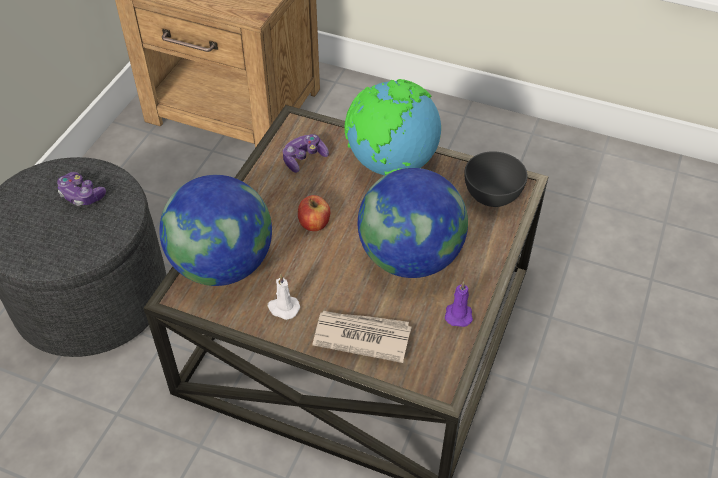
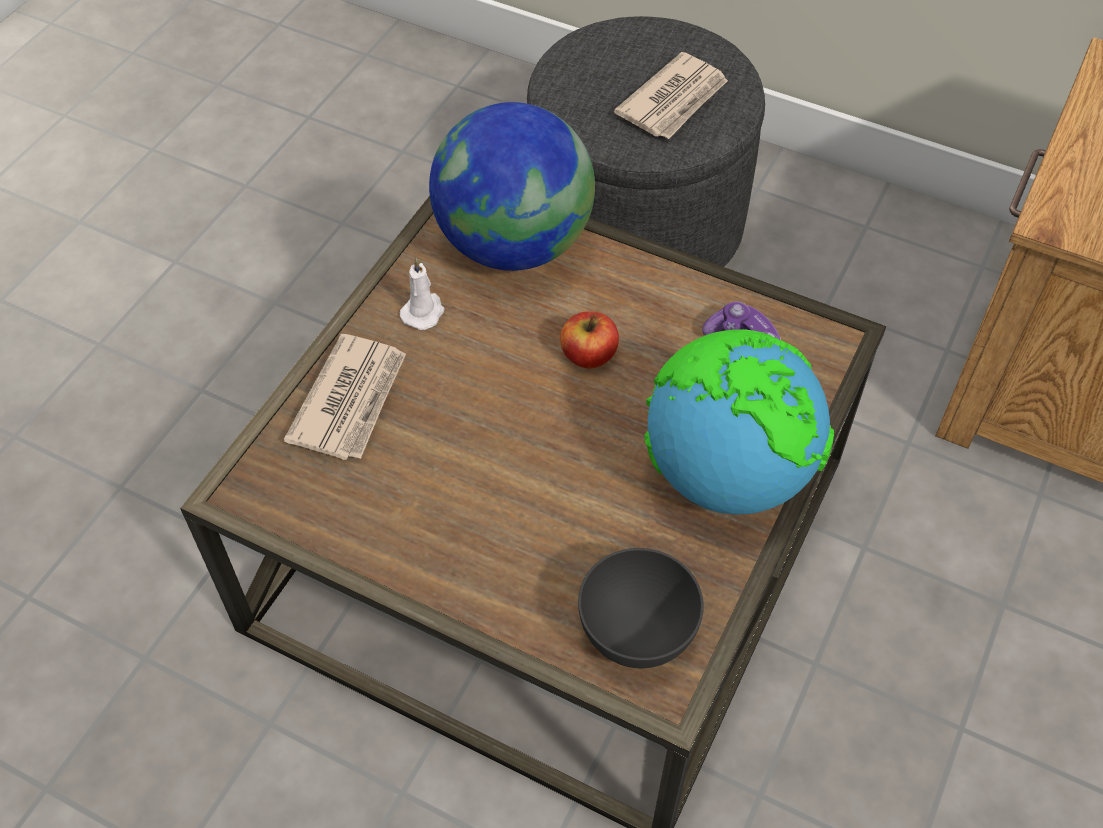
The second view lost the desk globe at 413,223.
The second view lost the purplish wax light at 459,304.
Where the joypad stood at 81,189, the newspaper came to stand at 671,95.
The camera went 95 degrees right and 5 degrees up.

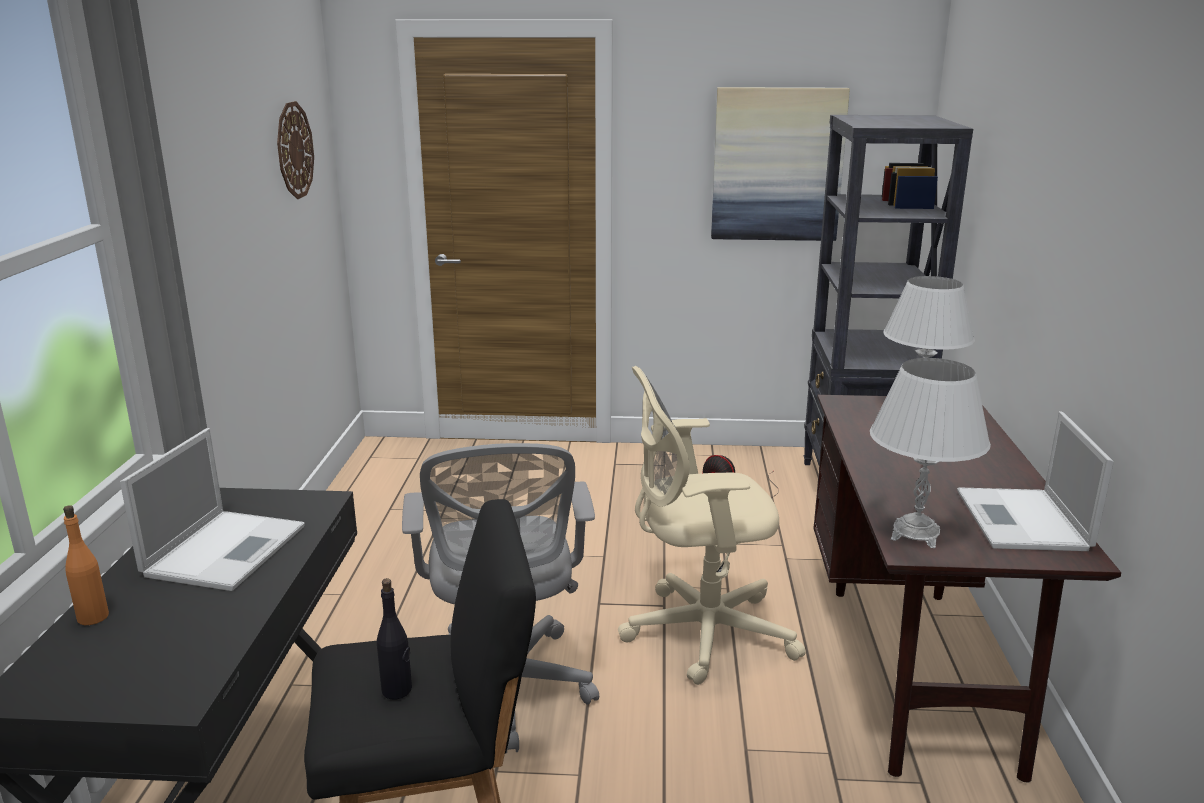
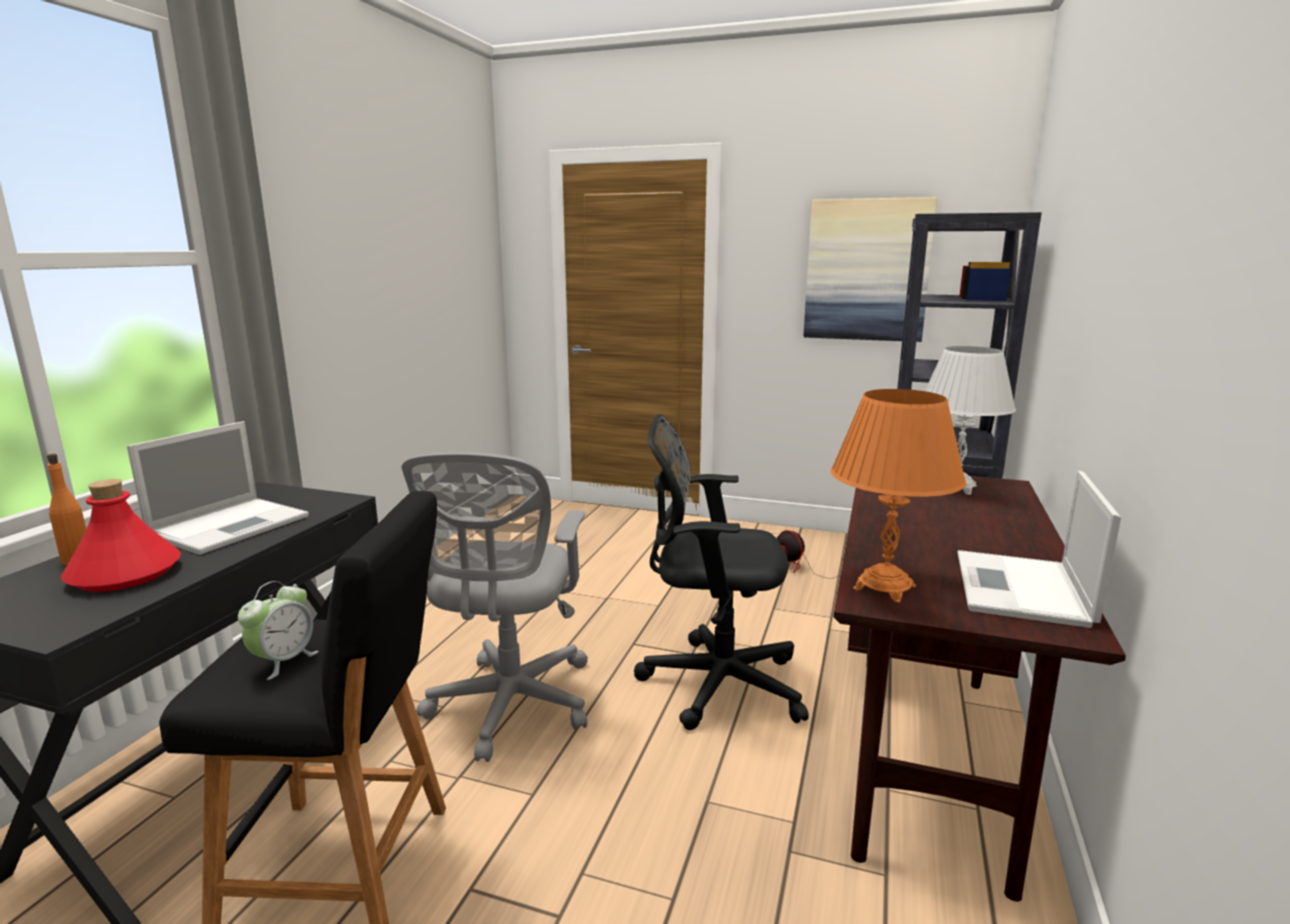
The second view lost the clock on the wall at 295,150.
The second view gained the reddish bottle at 121,535.
Where the black-coloured bottle stood at 394,638, the bedside clock came to stand at 278,630.
What was the beige-coloured office chair at 712,525 turned into the black-coloured office chair at 721,572.
What was the white table lamp at 930,453 turned into the orange table lamp at 898,496.
The camera went 15 degrees right and 5 degrees down.

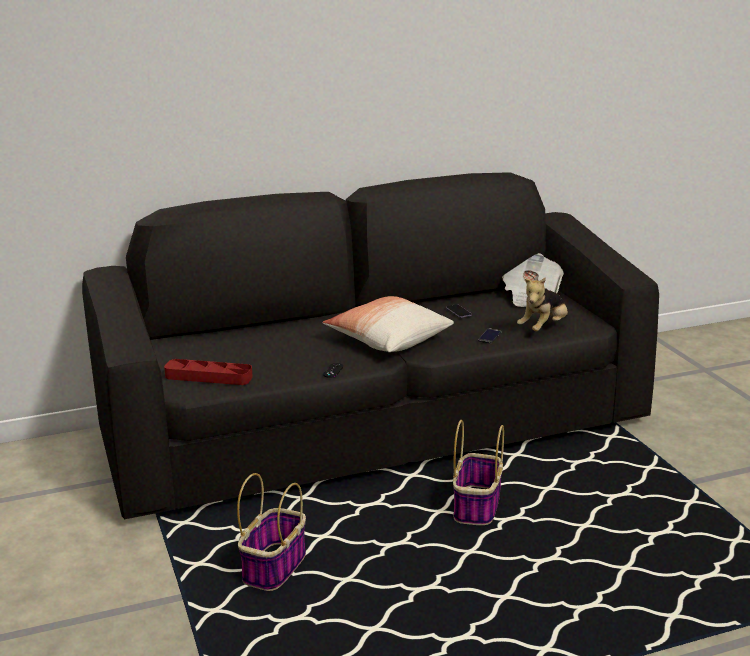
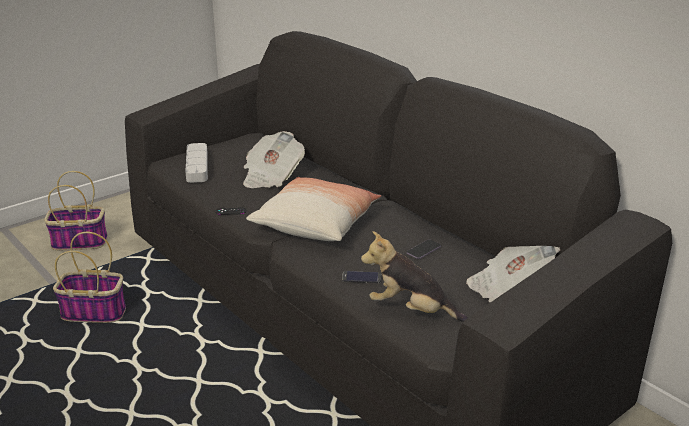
The second view gained the newspaper at 274,159.
The household basket ended up elsewhere, having gone from 478,472 to 76,210.
What was the reddish carrying tray at 208,372 turned into the grey carrying tray at 196,163.
The camera went 70 degrees right and 5 degrees up.

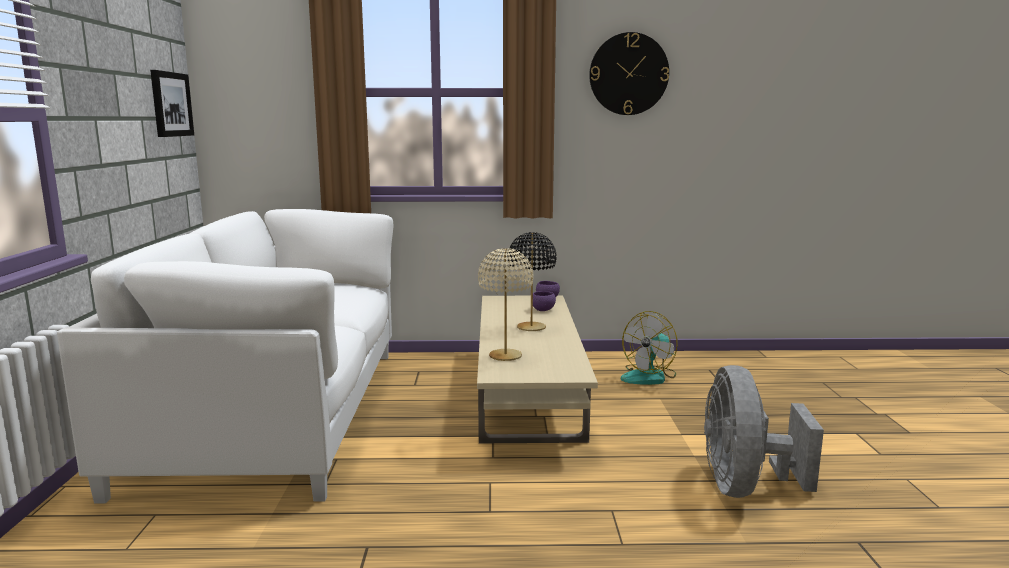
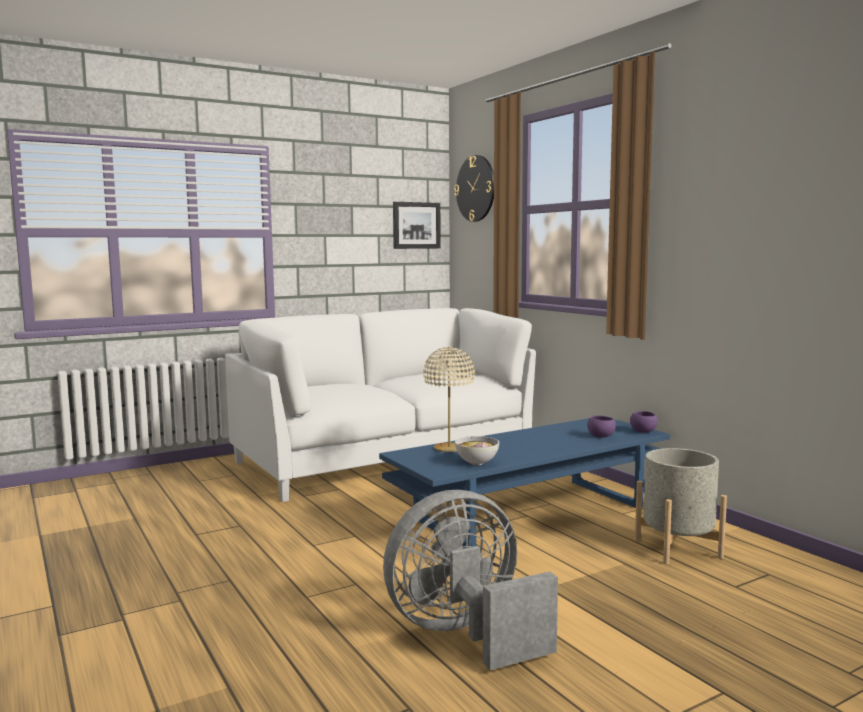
The second view lost the black-coloured table lamp at 532,281.
The second view gained the bowl at 477,450.
The clock on the wall ended up elsewhere, having gone from 629,73 to 474,188.
Where the electric fan stood at 649,348, the grey plant pot came to stand at 681,506.
What was the beige-coloured coffee table at 537,369 turned into the blue coffee table at 524,483.
The camera went 60 degrees right and 5 degrees down.

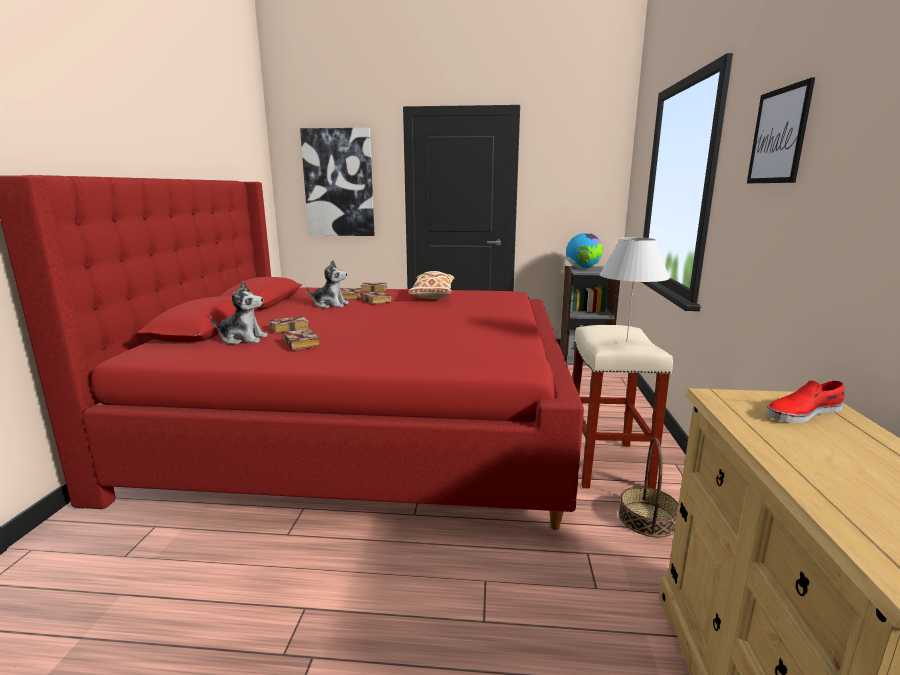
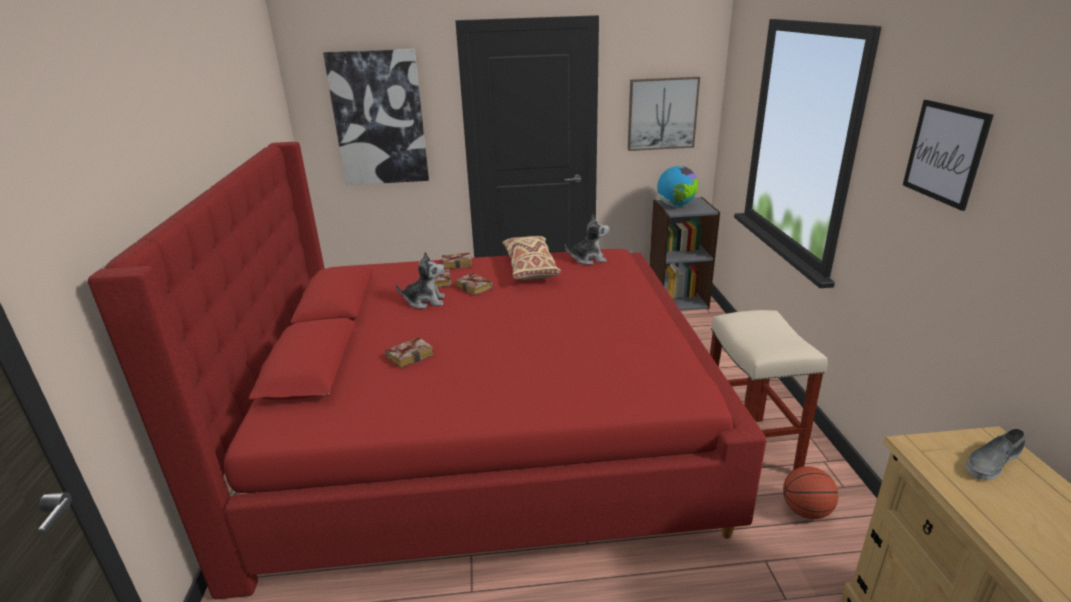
The second view lost the bound book at 301,339.
The second view lost the white table lamp at 634,289.
The second view gained the wall picture at 664,114.
The soft toy ended up elsewhere, having gone from 239,313 to 587,240.
Where the household basket stood at 648,487, the basketball ball came to stand at 810,492.
What was the reddish item of footwear at 805,401 turned into the grey item of footwear at 995,454.
The camera went 10 degrees left and 10 degrees up.

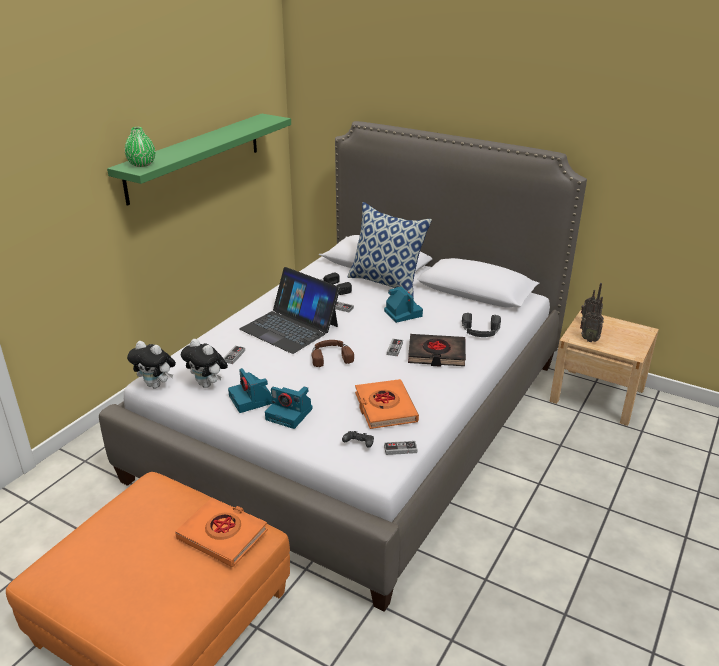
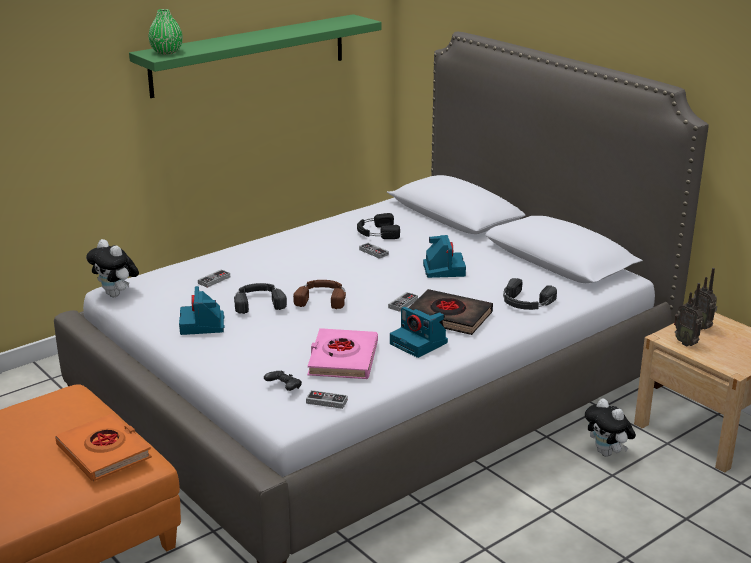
The second view lost the notebook computer at 289,310.
The second view lost the pillow at 390,249.
The second view gained the black-coloured headphones at 260,298.
The soft toy ended up elsewhere, having gone from 204,363 to 610,427.
The photo camera ended up elsewhere, having gone from 289,407 to 419,332.
What was the orange bound book at 387,404 turned into the pink-coloured bound book at 342,353.
The camera went 20 degrees right and 5 degrees down.

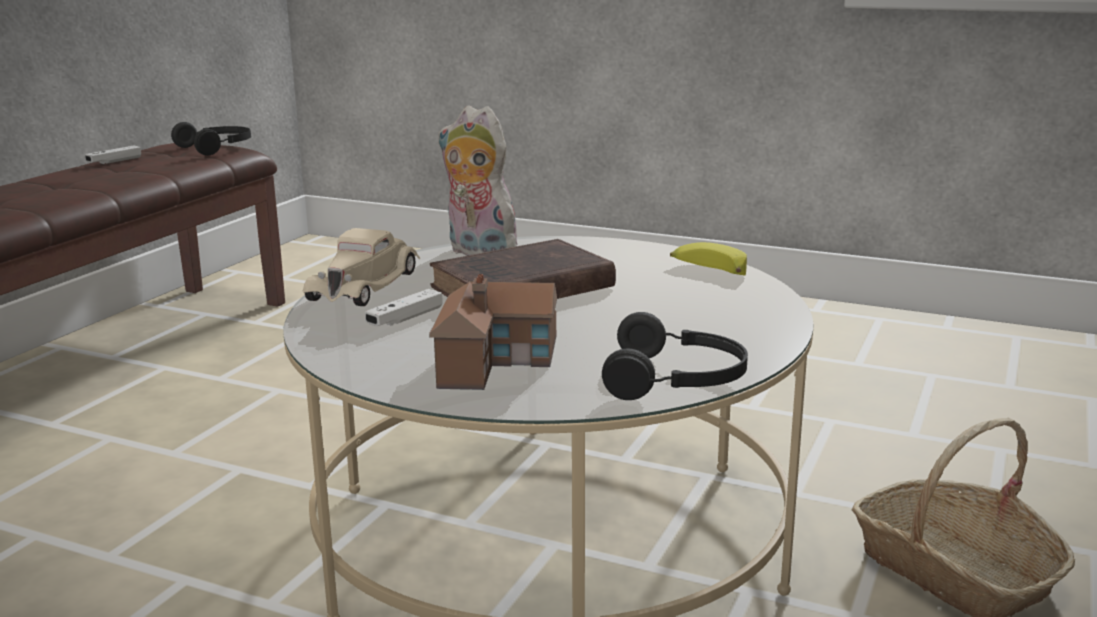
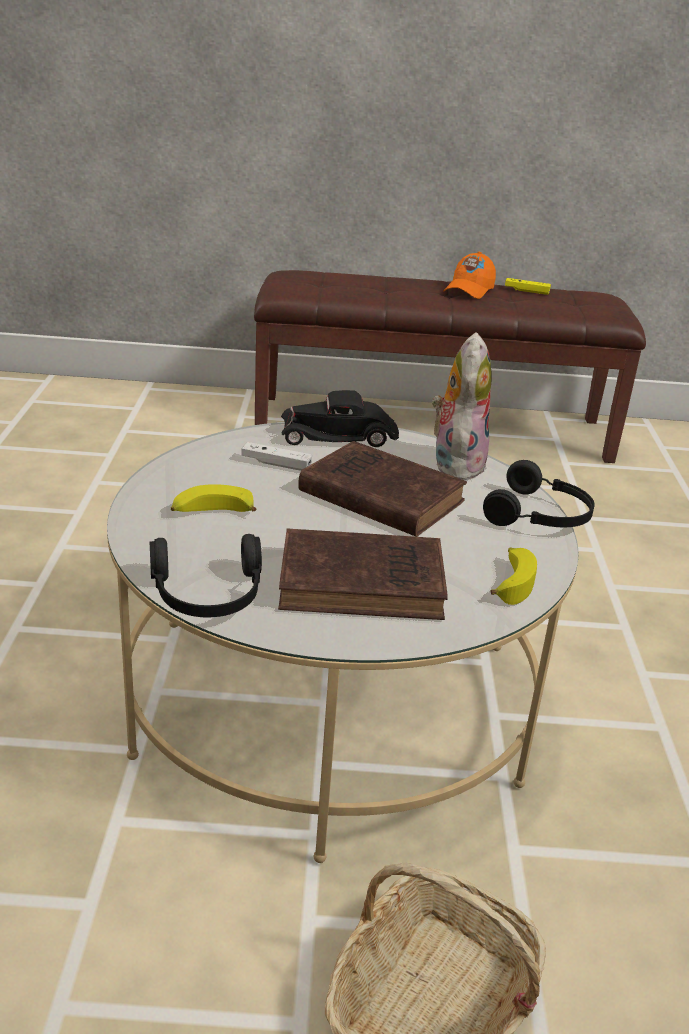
The second view gained the brown-coloured bound book at 363,574.
The second view gained the orange peaked cap at 469,275.
The black-coloured headphones ended up elsewhere, having gone from 211,139 to 539,493.
Where the miniature house stood at 493,332, the banana fruit came to stand at 213,498.
What was the white joypad at 113,155 turned into the yellow joypad at 528,286.
What was the beige-coloured toy car at 361,267 turned into the black-coloured toy car at 340,418.
The camera went 65 degrees right and 10 degrees up.

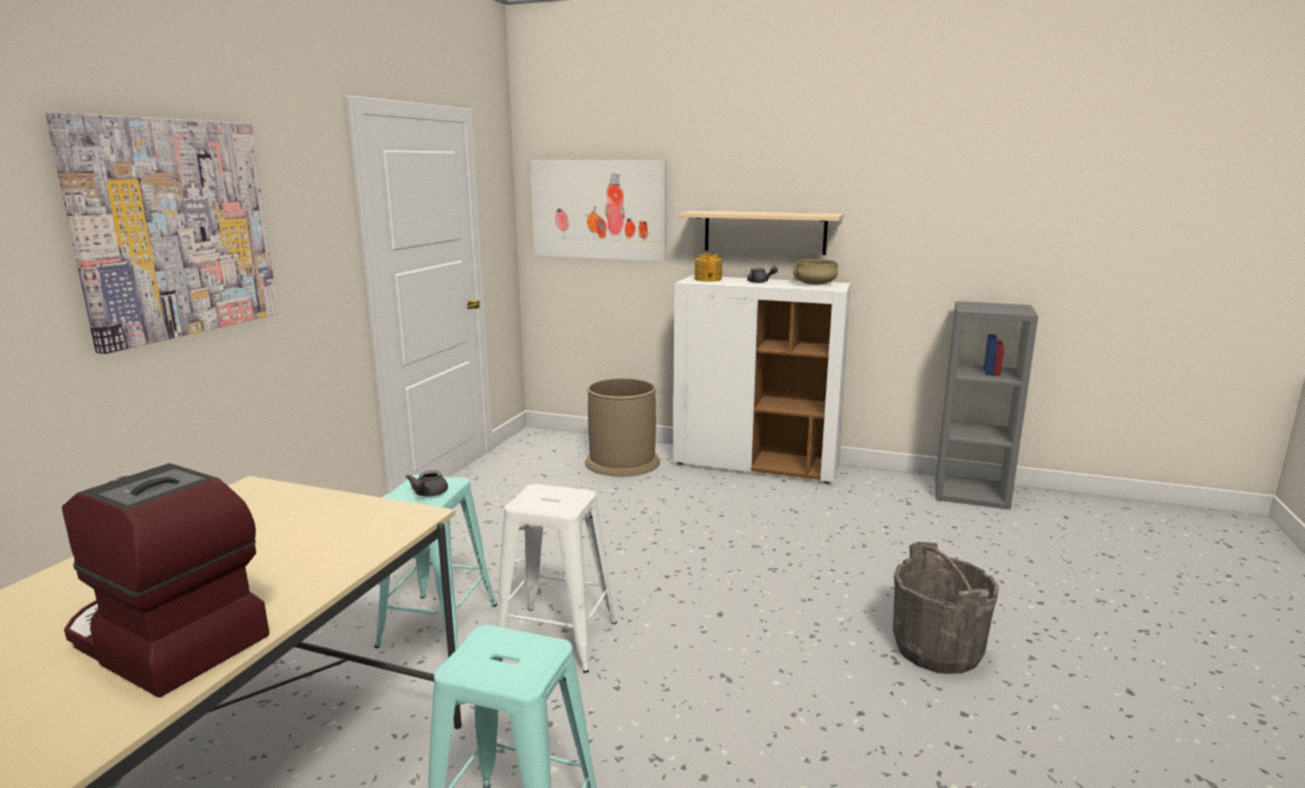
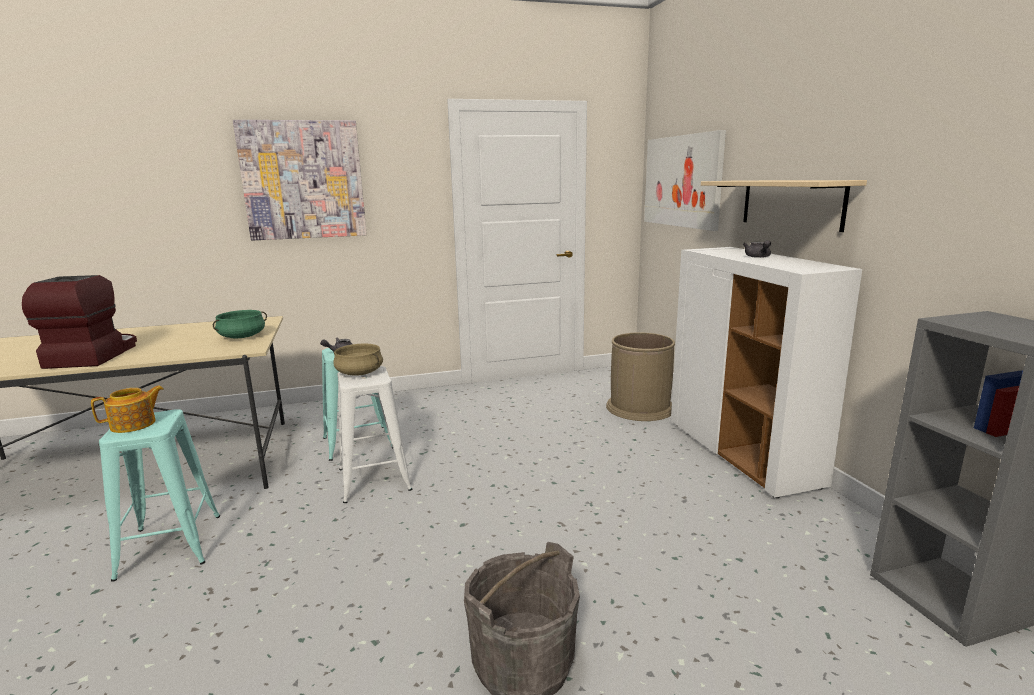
The second view gained the green saucepot at 240,324.
The pot for tea ended up elsewhere, having gone from 708,267 to 127,409.
The beige-coloured saucepot ended up elsewhere, having gone from 815,272 to 358,359.
The camera went 55 degrees right and 0 degrees up.

